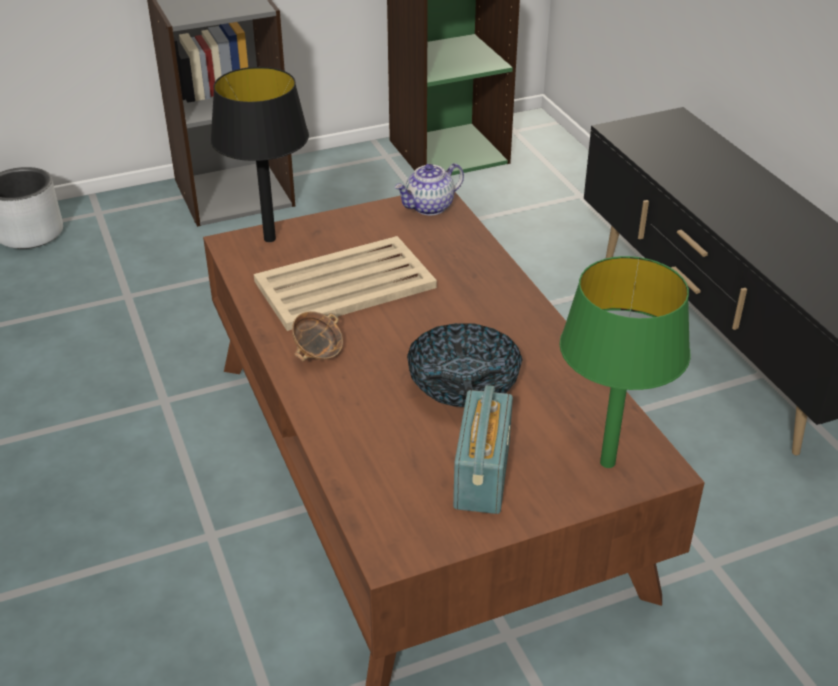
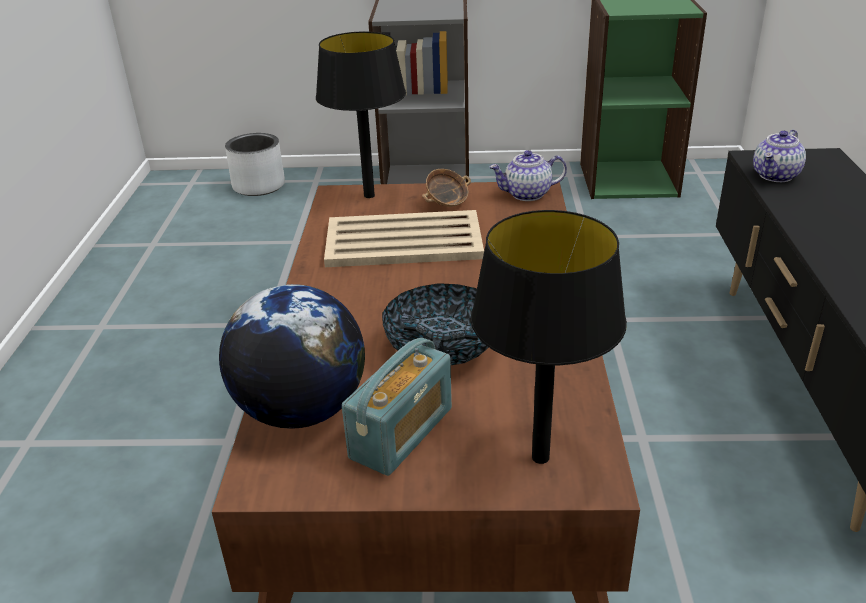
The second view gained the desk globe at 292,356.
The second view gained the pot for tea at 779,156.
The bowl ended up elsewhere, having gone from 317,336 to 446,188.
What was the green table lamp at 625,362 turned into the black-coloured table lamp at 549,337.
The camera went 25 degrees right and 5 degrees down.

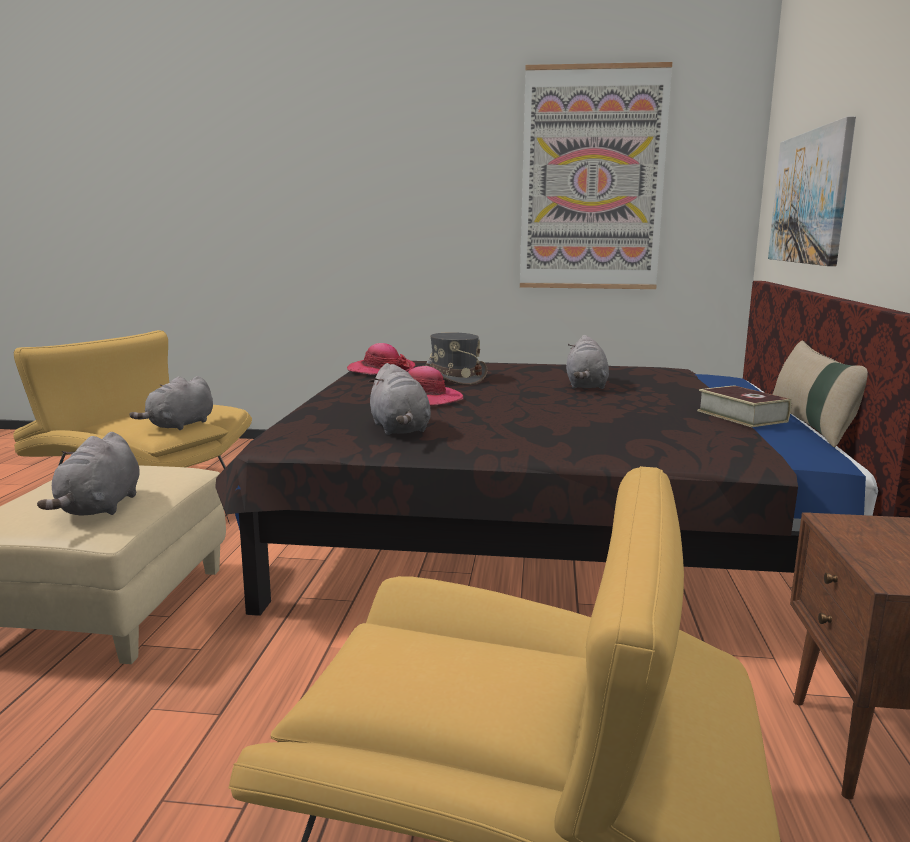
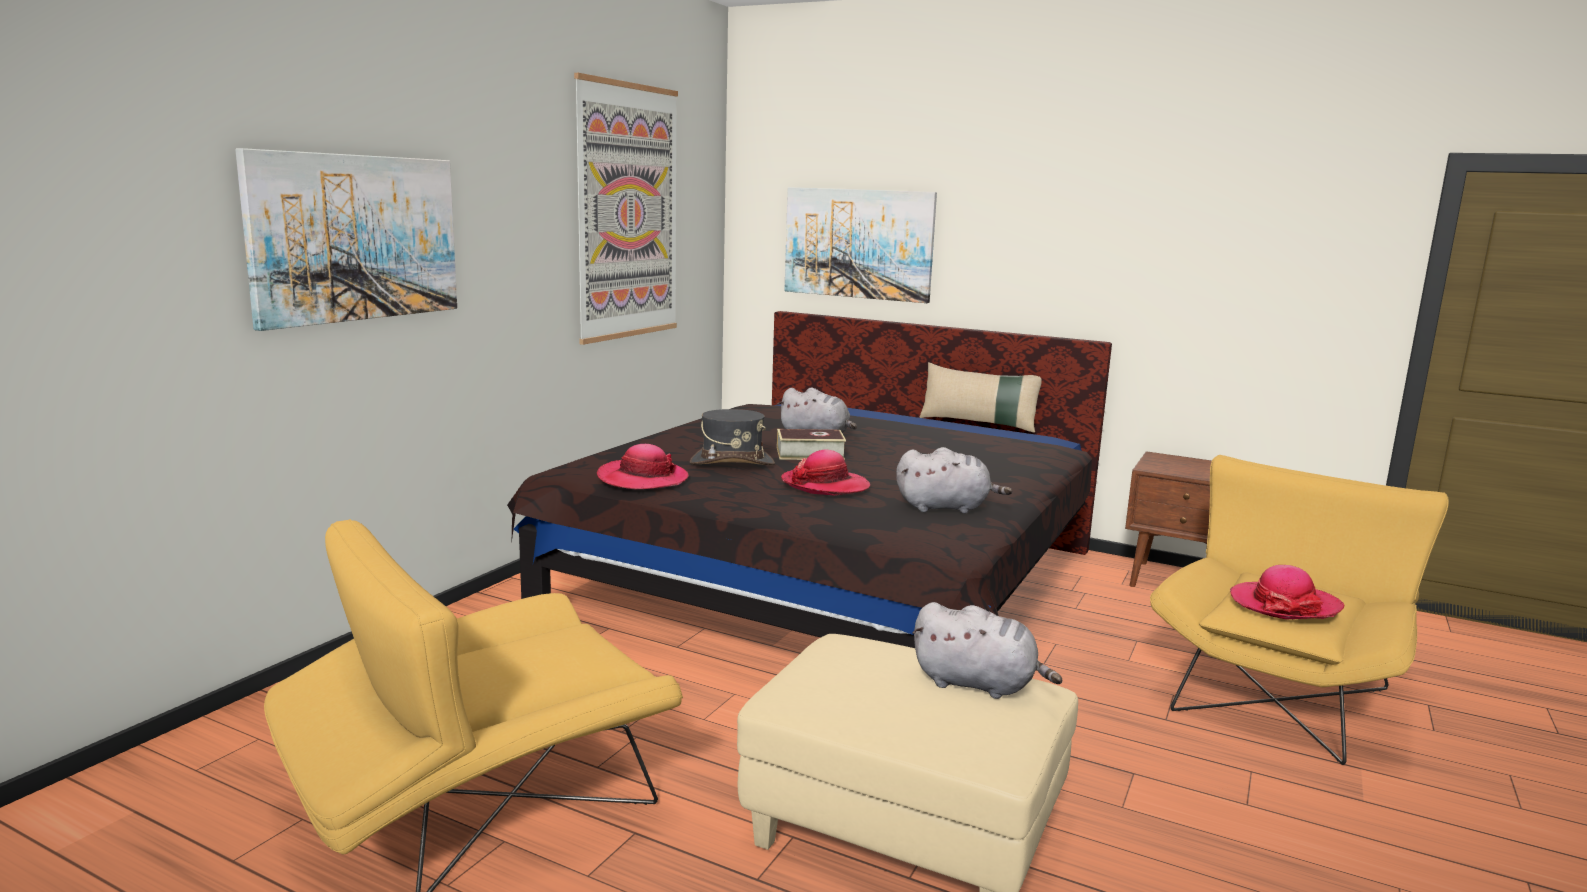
The second view lost the grey soft toy at 171,403.
The second view gained the wall picture at 346,239.
The second view gained the clothing hat at 1287,592.
The bound book ended up elsewhere, having gone from 744,406 to 811,444.
The camera went 70 degrees left and 0 degrees up.

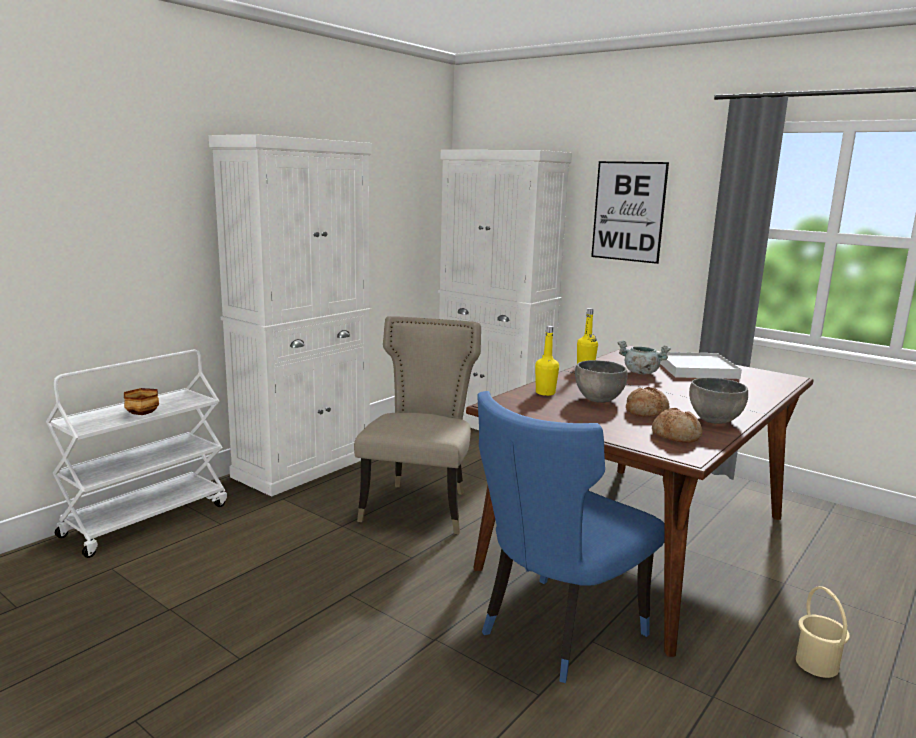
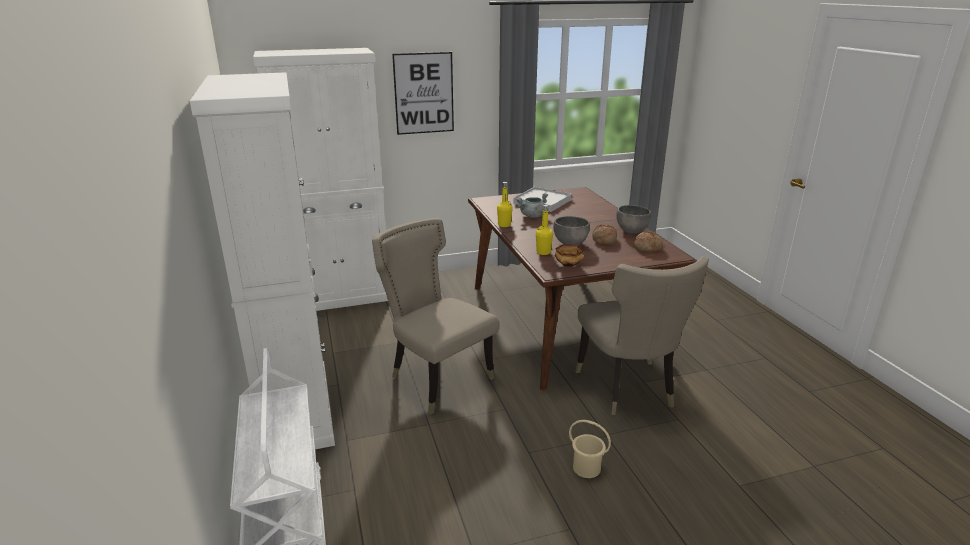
The bowl ended up elsewhere, having gone from 141,401 to 569,255.
The beige-coloured pail ended up elsewhere, having gone from 823,632 to 590,449.
What was the blue upright chair at 570,537 turned into the beige-coloured upright chair at 642,335.
The camera went 55 degrees left and 10 degrees up.

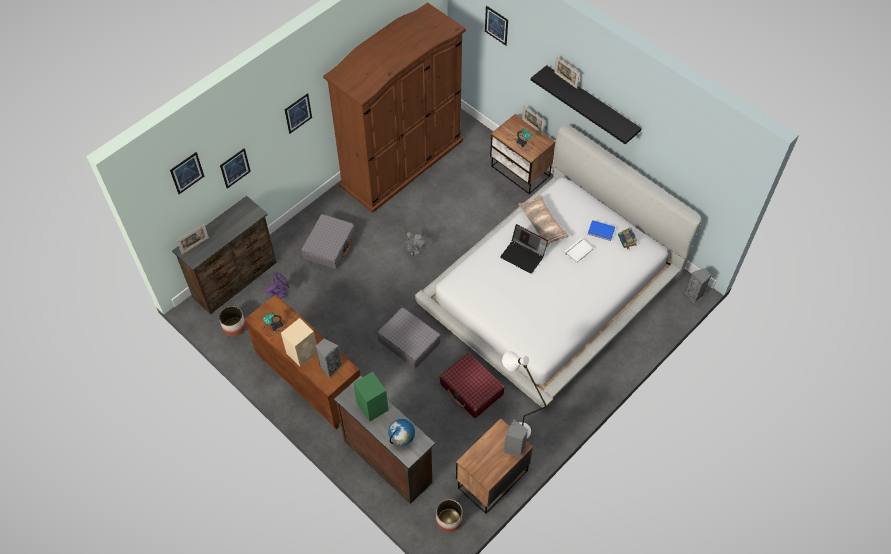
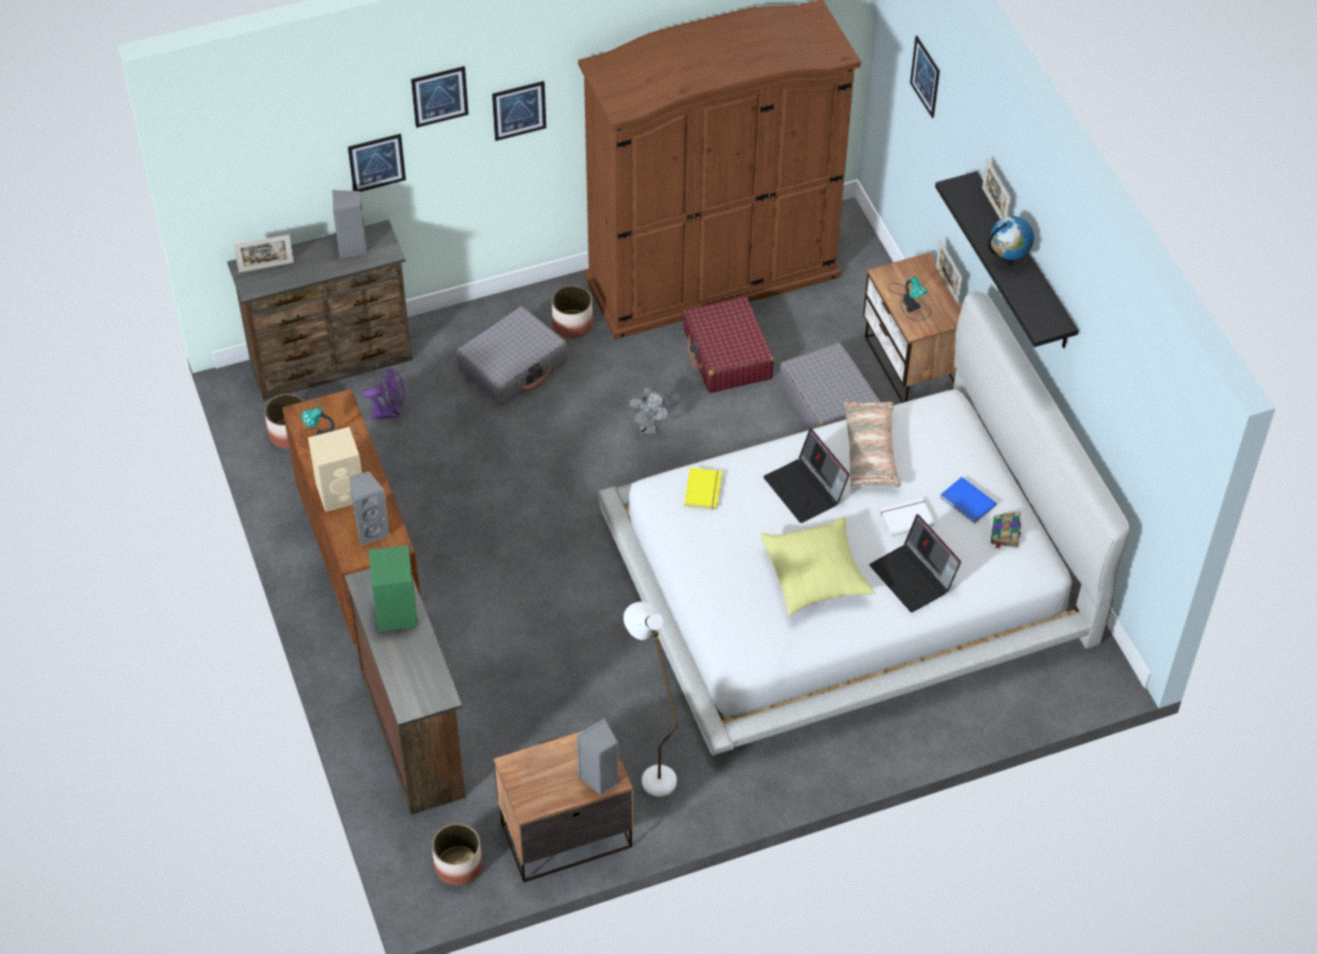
The second view gained the plant pot at 572,312.
The second view gained the yellow bound book at 703,489.
The second view gained the yellow pillow at 818,566.
The second view gained the notebook computer at 915,563.
The wall picture ended up elsewhere, having gone from 187,173 to 440,97.
The grey piece of luggage ended up elsewhere, having gone from 409,337 to 829,386.
The desk globe ended up elsewhere, having gone from 401,432 to 1011,240.
The reddish piece of luggage ended up elsewhere, having gone from 472,385 to 728,344.
The grey loudspeaker ended up elsewhere, having gone from 698,286 to 349,224.
The camera went 25 degrees right and 5 degrees down.

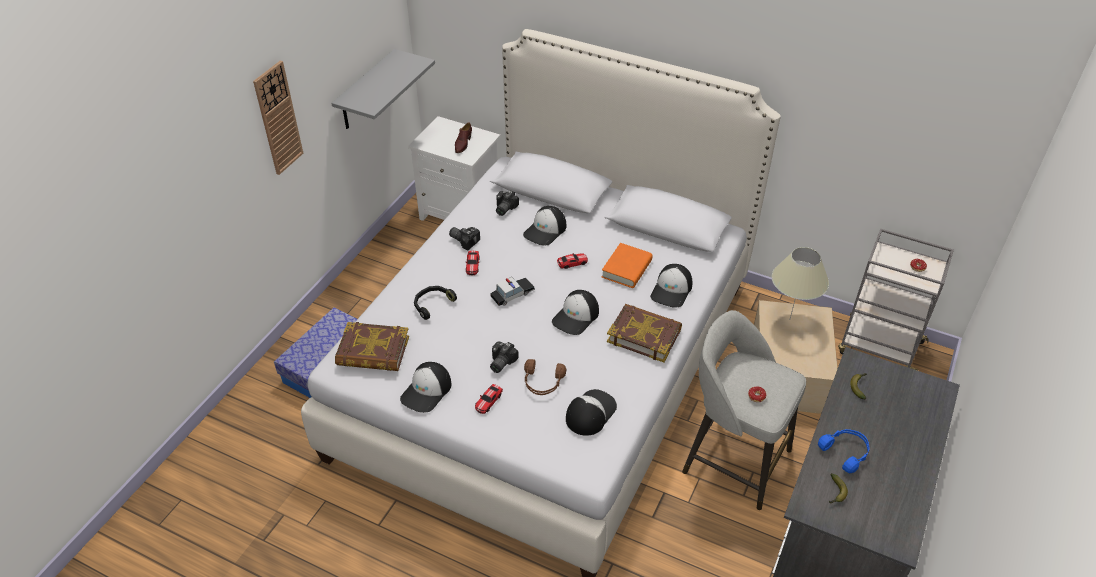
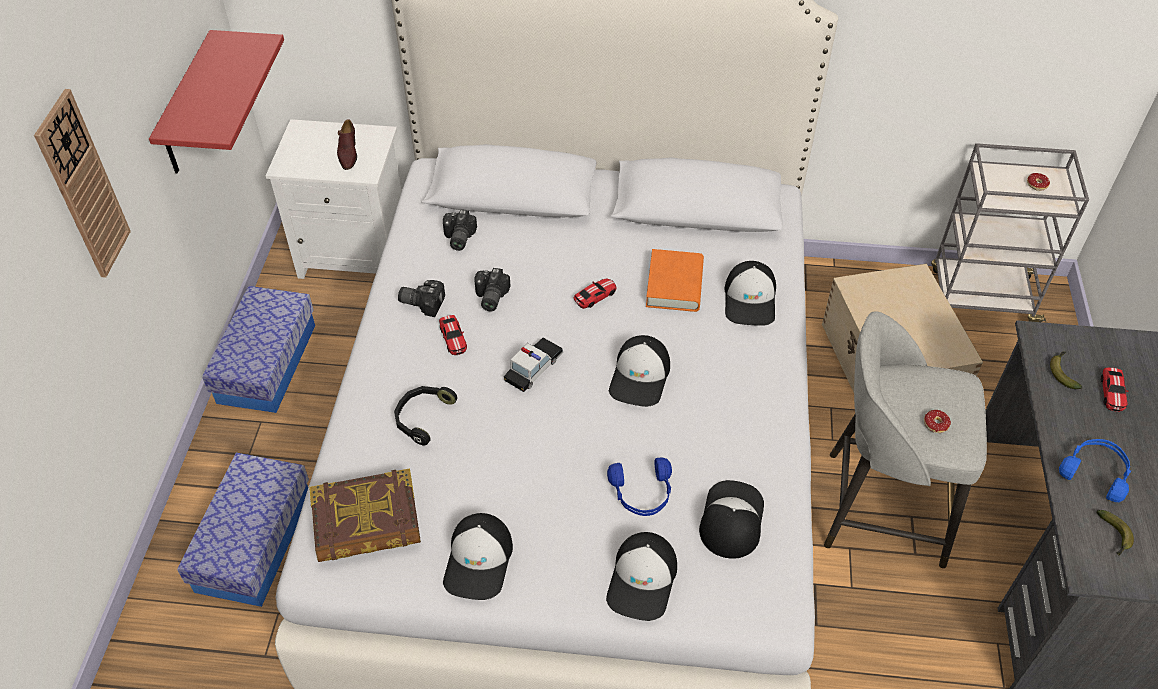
The second view lost the bound book at 644,333.
The second view lost the beige-coloured table lamp at 800,282.
The second view gained the storage bin at 258,349.
The toy car ended up elsewhere, having gone from 489,399 to 1115,390.
The photo camera ended up elsewhere, having gone from 504,357 to 492,289.
The peaked cap ended up elsewhere, having gone from 544,225 to 641,576.
What was the grey shelf at 383,89 turned into the reddish shelf at 216,102.
What was the brown-coloured headphones at 545,377 turned into the blue headphones at 639,487.
The camera went 20 degrees left and 5 degrees up.

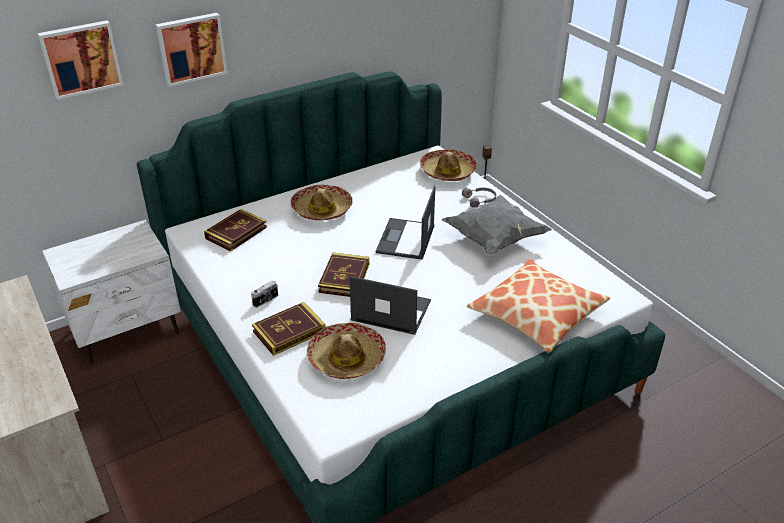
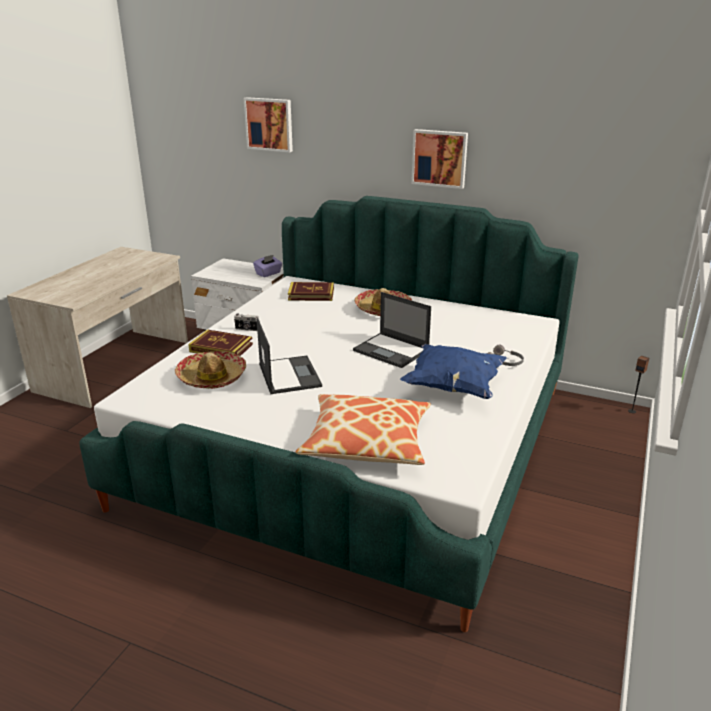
The second view lost the bound book at 343,275.
The second view lost the clothing hat at 448,165.
The second view gained the purplish tissue box at 267,266.
The wall picture ended up elsewhere, having gone from 192,50 to 439,159.
What was the grey pillow at 497,225 turned into the blue pillow at 453,371.
The notebook computer at 405,223 ended up facing another way, 120 degrees counterclockwise from before.
The camera went 55 degrees right and 10 degrees down.

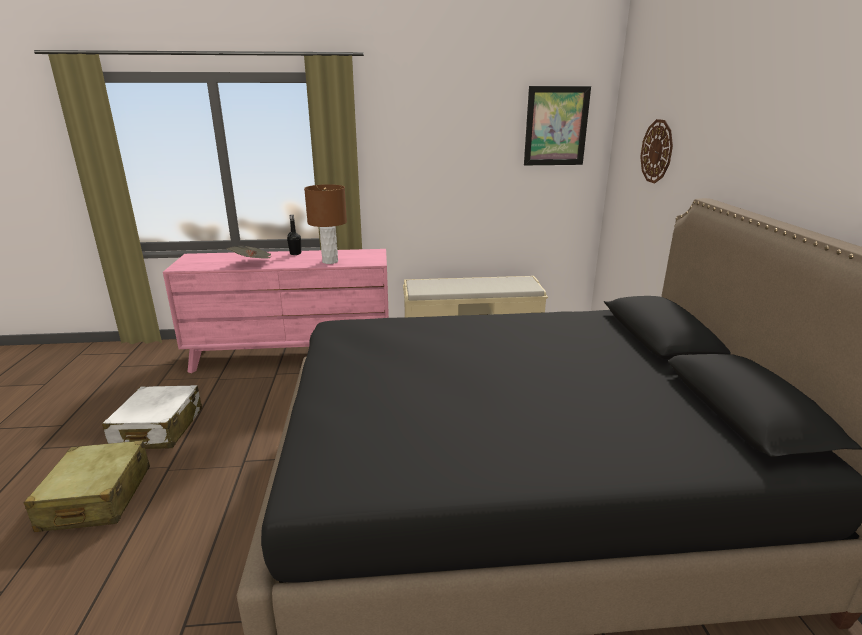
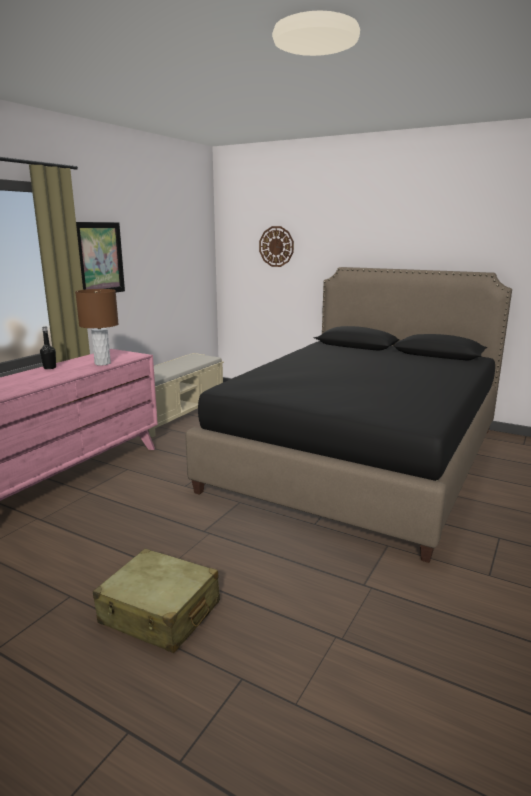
The second view lost the white piece of luggage at 152,417.
The second view lost the newspaper at 249,252.
The wall picture ended up elsewhere, having gone from 557,125 to 100,257.
The camera went 55 degrees left and 5 degrees down.

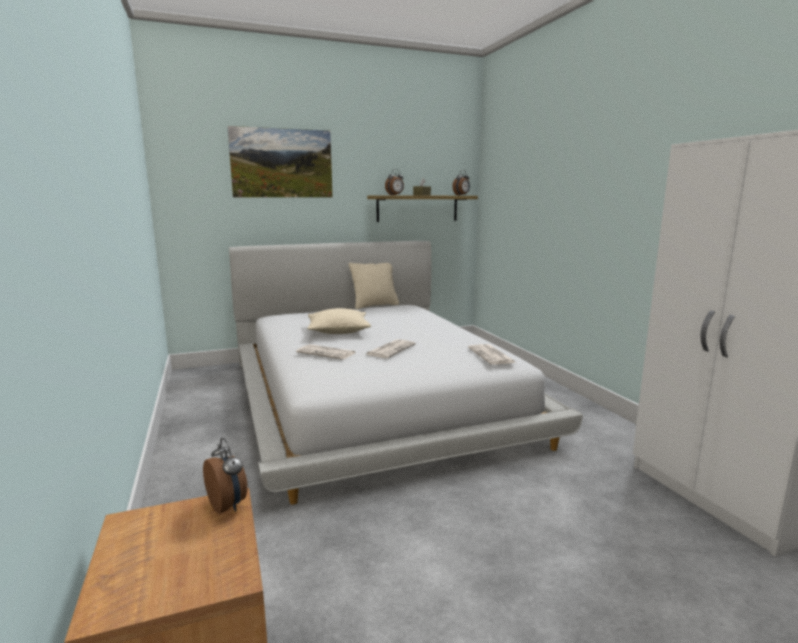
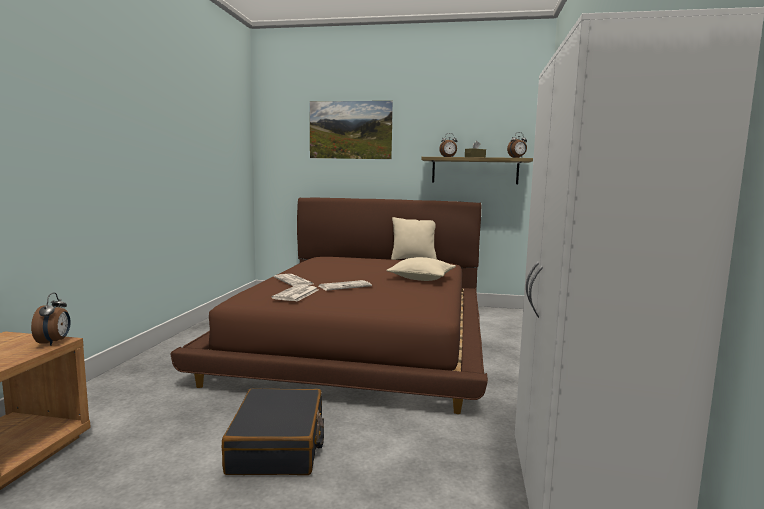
The second view gained the black-coloured piece of luggage at 273,432.
The beige-coloured pillow ended up elsewhere, having gone from 339,321 to 421,269.
The newspaper ended up elsewhere, having gone from 492,354 to 294,293.
What was the white bed at 406,373 turned into the brown-coloured bed at 329,306.
The camera went 30 degrees right and 5 degrees down.

